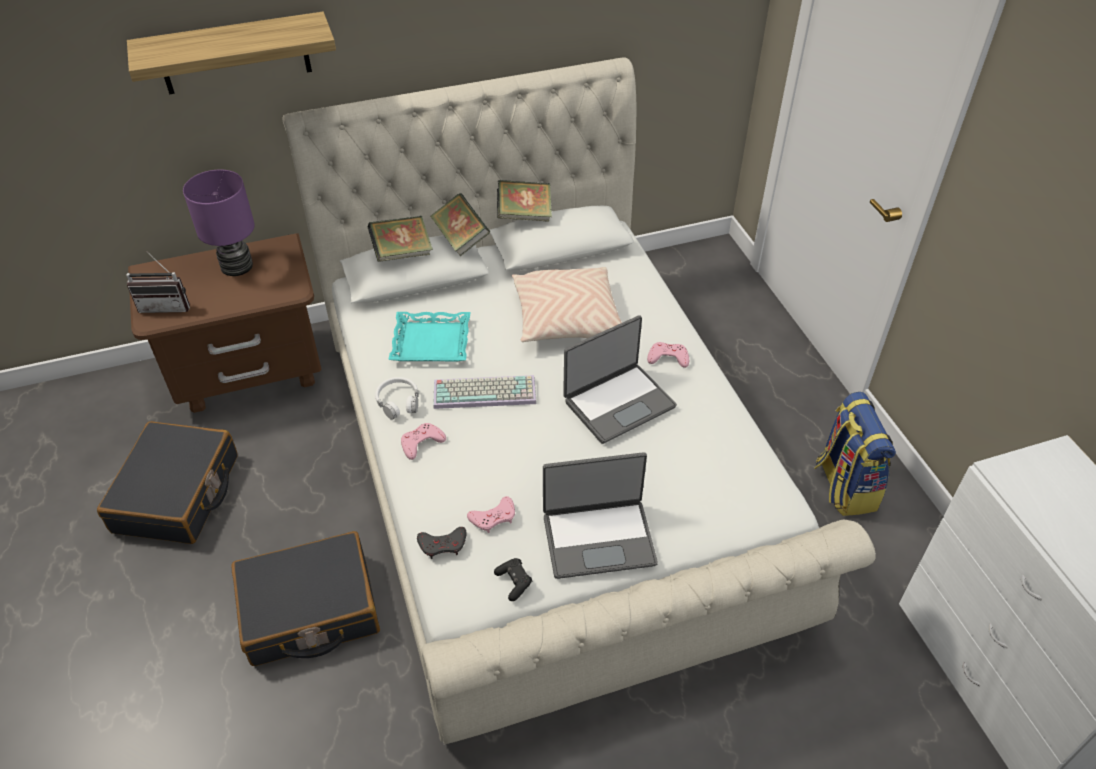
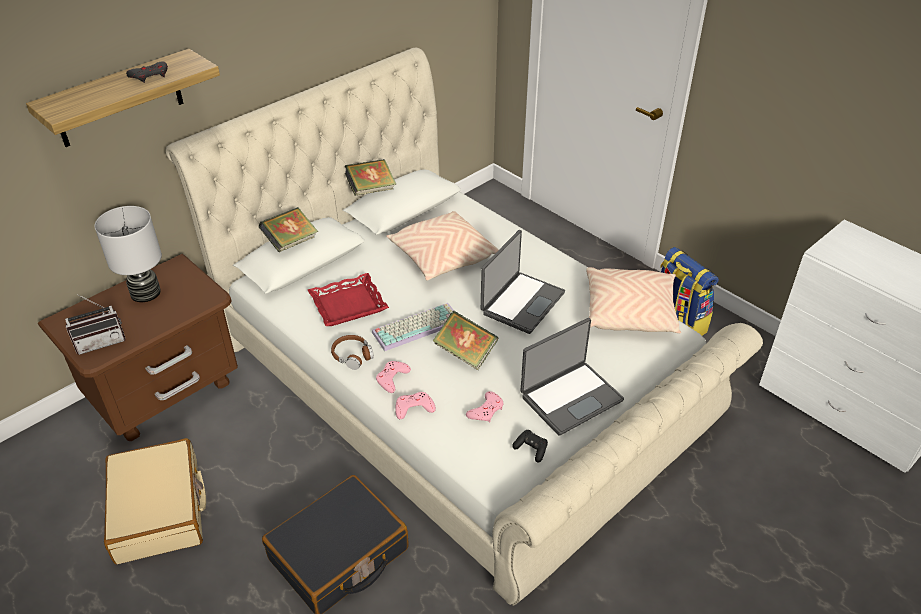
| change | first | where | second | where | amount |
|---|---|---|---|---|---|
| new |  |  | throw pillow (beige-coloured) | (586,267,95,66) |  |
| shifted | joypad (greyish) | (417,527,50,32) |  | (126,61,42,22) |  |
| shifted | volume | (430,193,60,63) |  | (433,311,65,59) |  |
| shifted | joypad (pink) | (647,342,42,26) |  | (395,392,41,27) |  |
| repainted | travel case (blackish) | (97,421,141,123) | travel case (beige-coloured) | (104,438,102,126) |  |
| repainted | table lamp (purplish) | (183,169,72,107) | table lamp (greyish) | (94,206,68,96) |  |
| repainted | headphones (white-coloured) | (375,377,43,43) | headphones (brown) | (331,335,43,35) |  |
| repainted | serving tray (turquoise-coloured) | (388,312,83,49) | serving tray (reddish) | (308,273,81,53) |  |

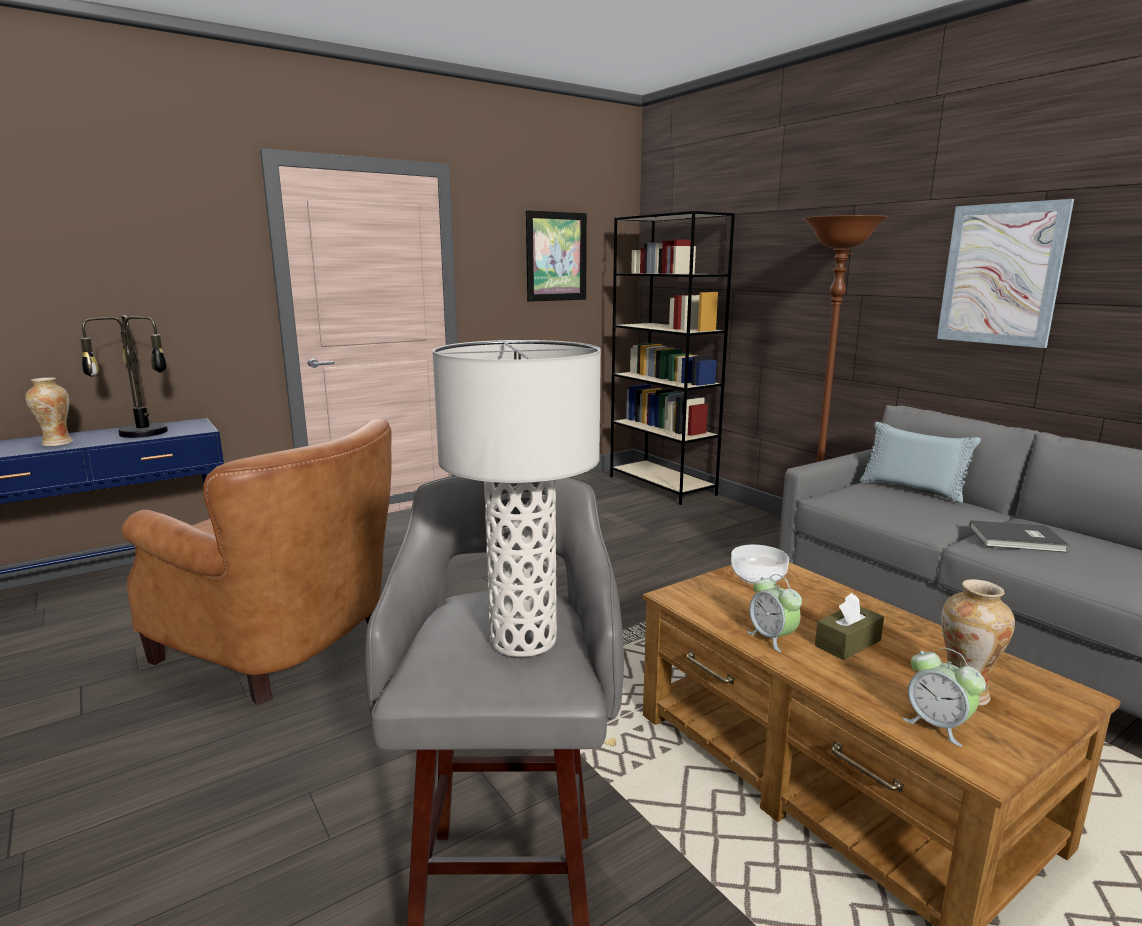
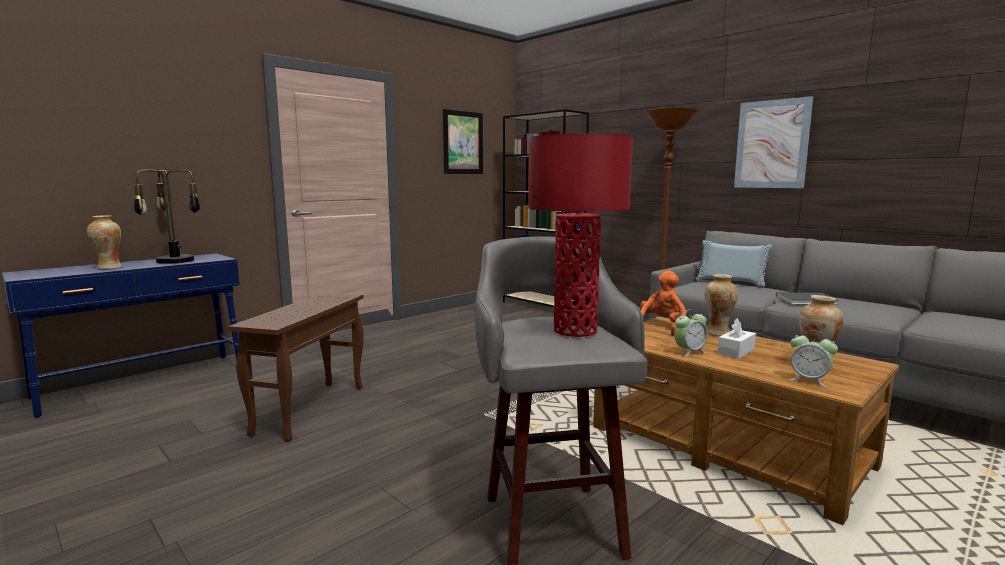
| change | first | where | second | where | amount |
|---|---|---|---|---|---|
| new |  |  | vase | (705,274,33,62) |  |
| swapped | easy chair (brown) | (122,419,270,286) | end table (brown) | (228,292,136,150) |  |
| swapped | bowl | (731,545,58,40) | cuddly toy (orange-coloured) | (640,270,46,66) |  |
| repainted | table lamp (white-coloured) | (432,340,169,317) | table lamp (reddish) | (529,134,104,203) |  |
| repainted | box of tissues (brown) | (815,593,69,67) | box of tissues (white-coloured) | (717,318,39,41) |  |
| rotated | table clock | (747,574,55,78) |  | (674,309,34,48) | 75 degrees counterclockwise |

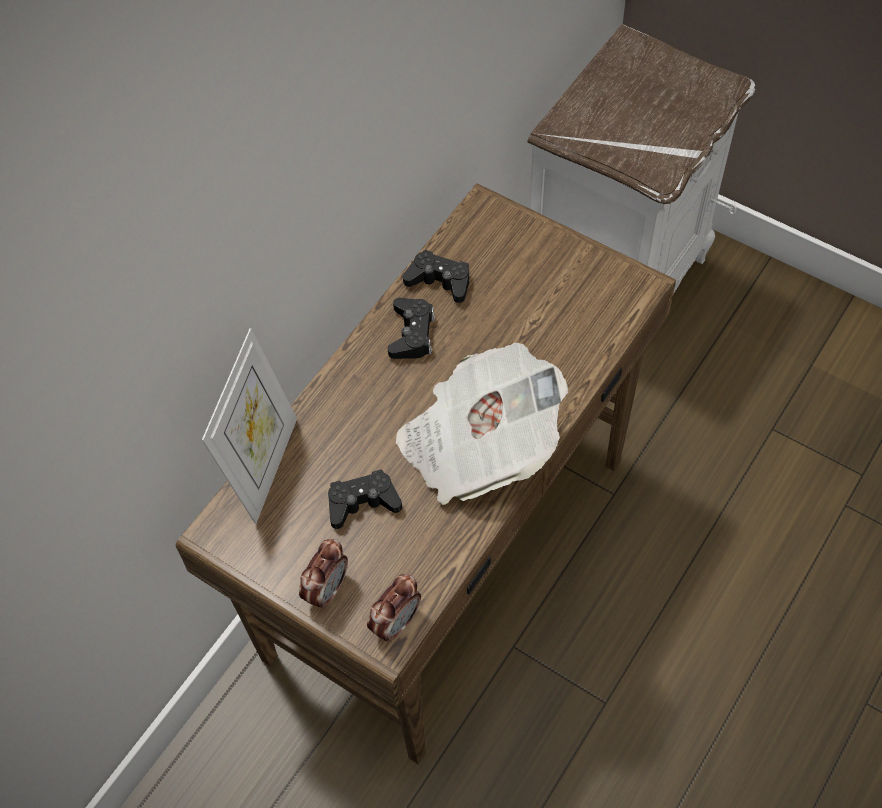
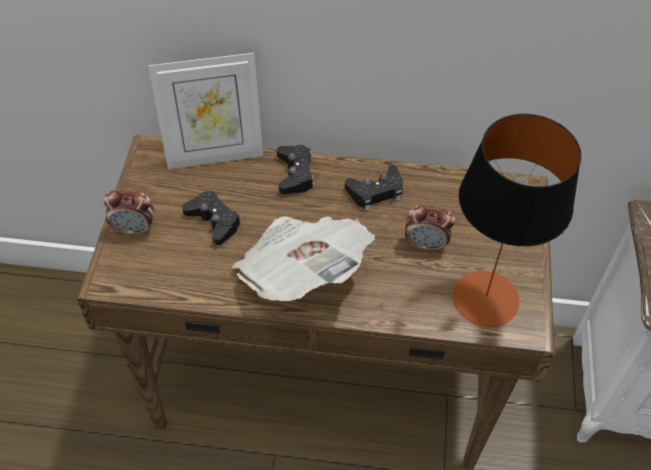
| change | first | where | second | where | amount |
|---|---|---|---|---|---|
| new |  |  | table lamp | (453,114,128,213) |  |
| shifted | table clock | (367,574,54,68) |  | (405,204,50,48) |  |
| shifted | joypad (blackish) | (403,250,66,53) |  | (277,145,37,49) |  |

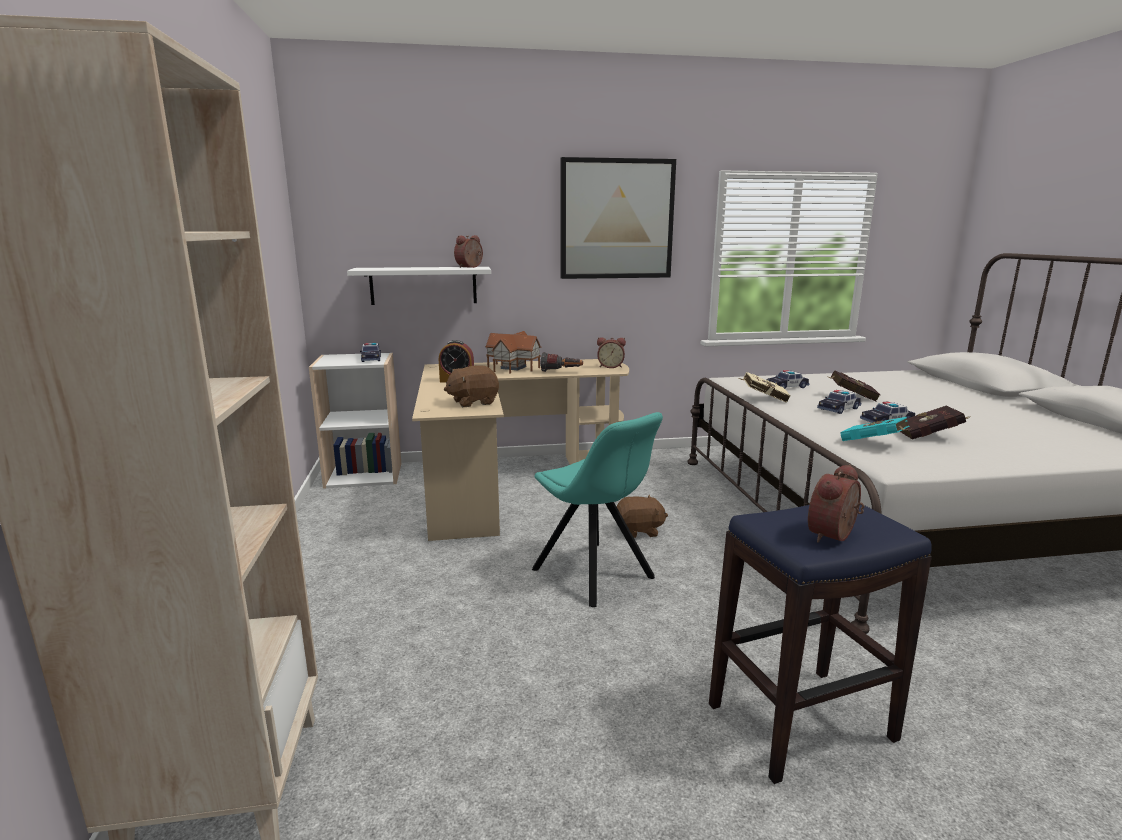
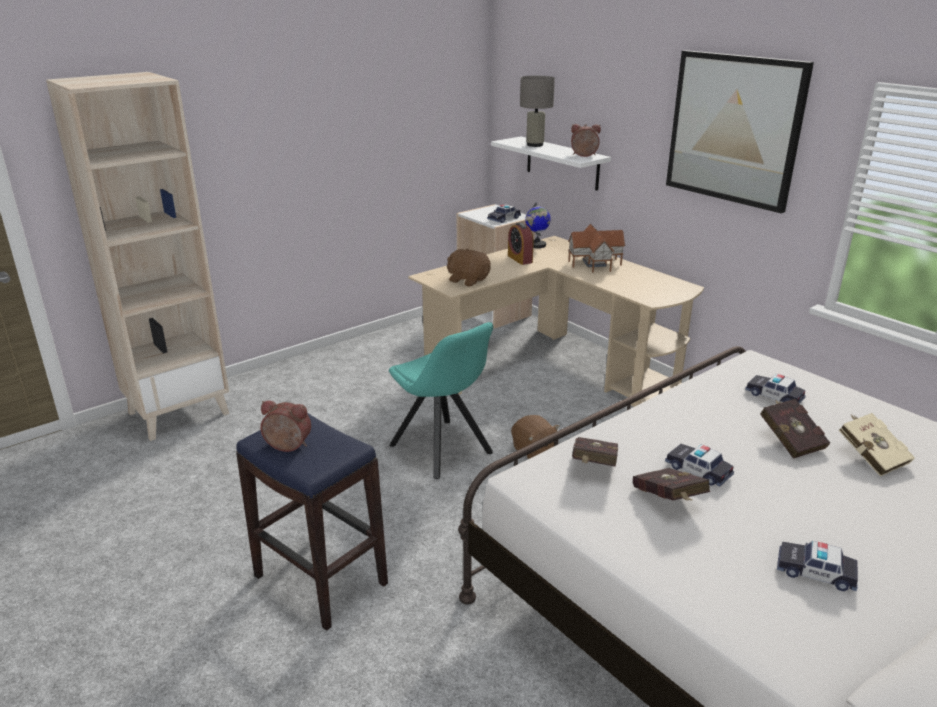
| change | first | where | second | where | amount |
|---|---|---|---|---|---|
| gone | hand torch | (540,352,43,20) |  |  |  |
| gone | table clock | (597,337,29,31) |  |  |  |
| new |  |  | table lamp (greyish) | (520,76,35,71) |  |
| new |  |  | desk globe | (525,202,26,46) |  |
| shifted | volume (beige-coloured) | (741,372,50,31) |  | (839,413,76,63) |  |
| shifted | model car | (817,390,44,24) |  | (777,541,81,50) |  |
| repainted | volume (turquoise-coloured) | (840,417,69,24) | volume (reddish) | (572,437,46,30) |  |
| rotated | chair (turquoise-coloured) | (532,412,131,195) |  | (389,322,104,157) | 60 degrees counterclockwise |

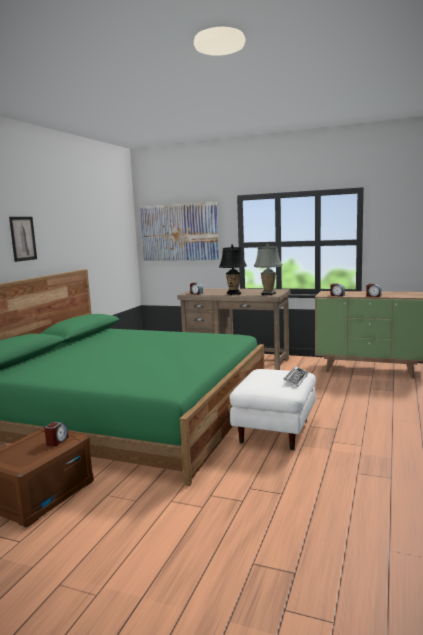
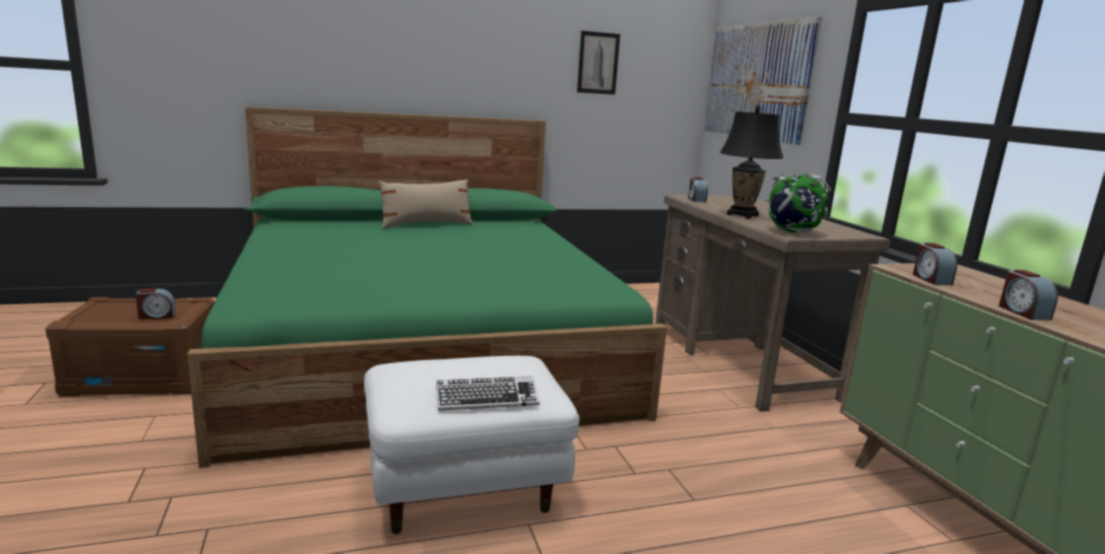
| change | first | where | second | where | amount |
|---|---|---|---|---|---|
| new |  |  | throw pillow (beige-coloured) | (379,179,94,50) |  |
| shifted | wall art | (9,217,28,45) |  | (577,31,43,64) |  |
| swapped | table lamp (greyish) | (254,243,29,52) | desk globe | (765,173,66,61) |  |

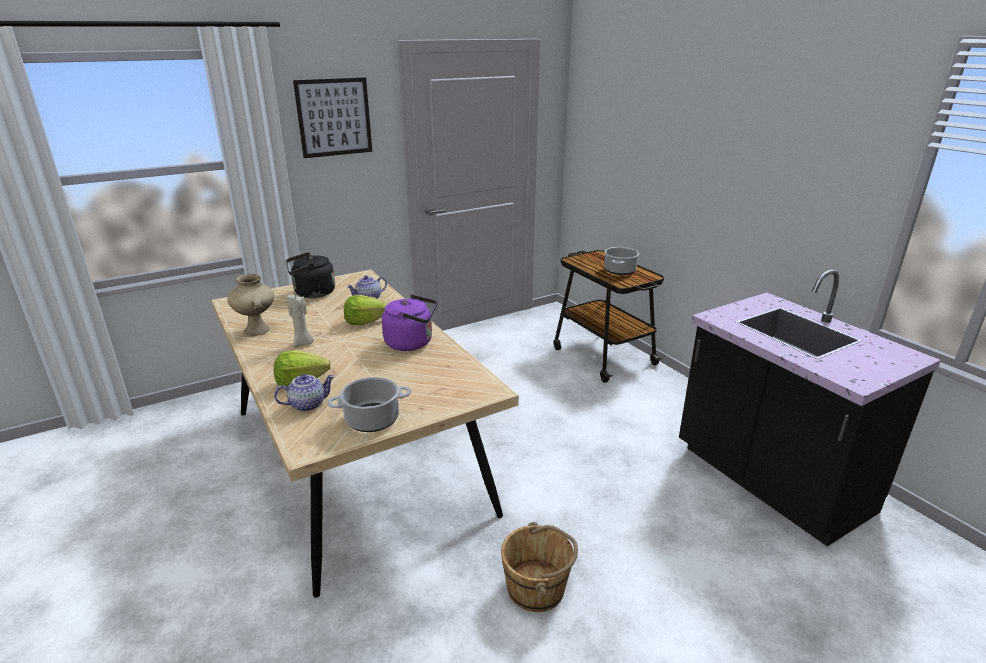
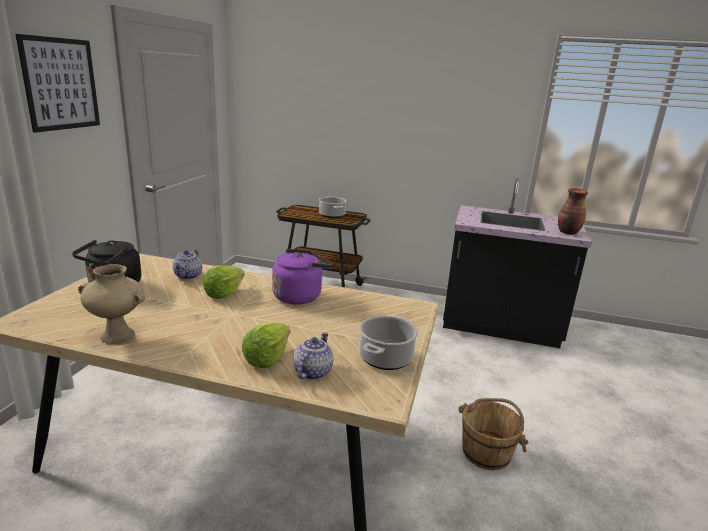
| change | first | where | second | where | amount |
|---|---|---|---|---|---|
| gone | candle (beige-coloured) | (287,294,27,54) |  |  |  |
| new |  |  | vase | (558,188,30,47) |  |

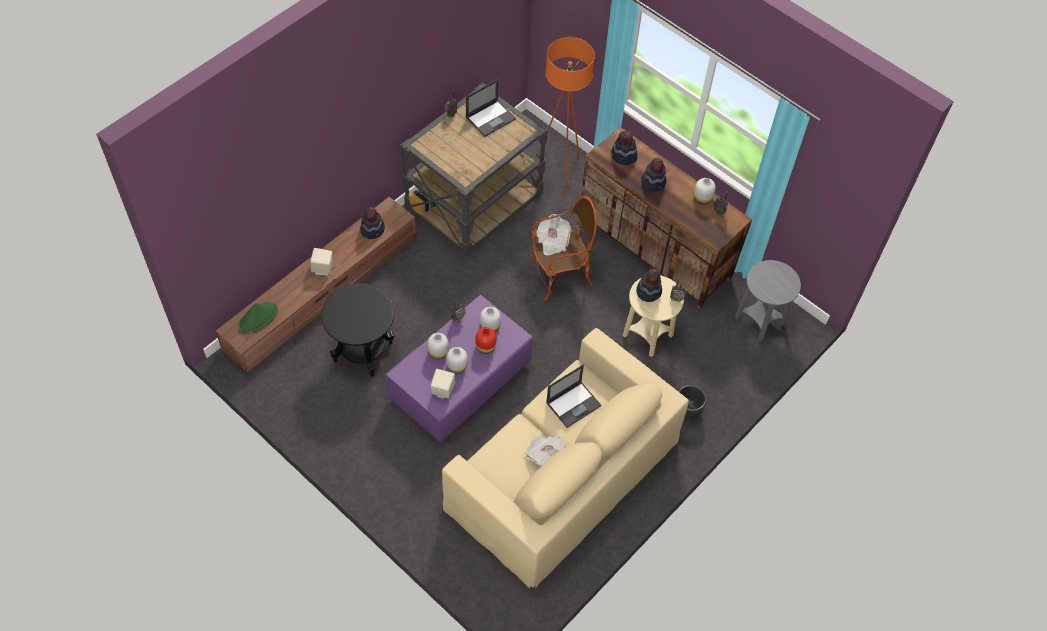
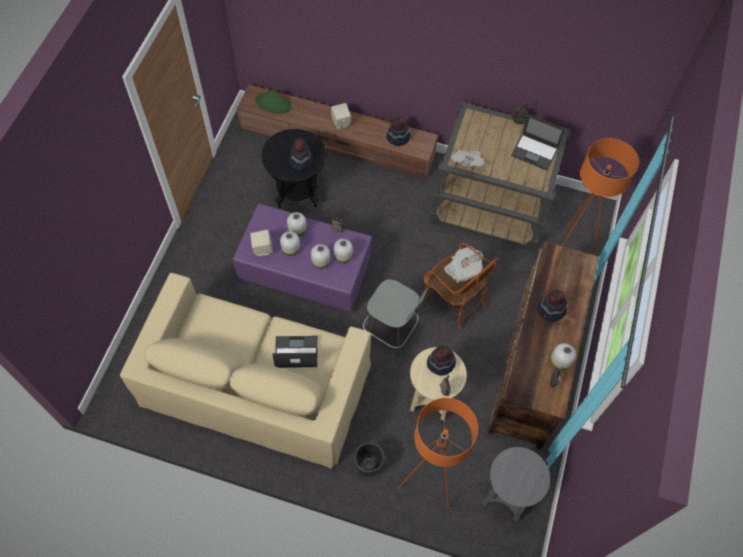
| change | first | where | second | where | amount |
|---|---|---|---|---|---|
| new |  |  | sitting stool (greyish) | (363,279,67,76) |  |
| new |  |  | standing lamp (orange-coloured) | (398,398,80,111) |  |
| shifted | printed paper | (525,436,41,29) |  | (451,150,34,17) |  |
| shifted | clothing hat | (611,131,27,34) |  | (289,138,24,34) |  |
| repainted | vase (reddish) | (476,327,20,27) | vase (white-coloured) | (311,244,19,25) |  |
| rotated | laptop | (546,365,55,63) |  | (272,336,46,32) | 150 degrees clockwise |

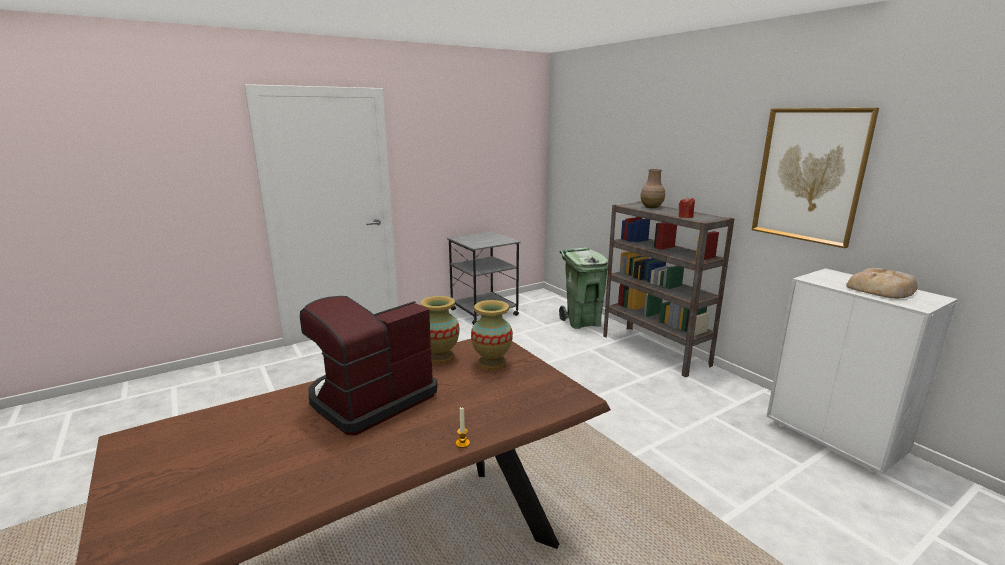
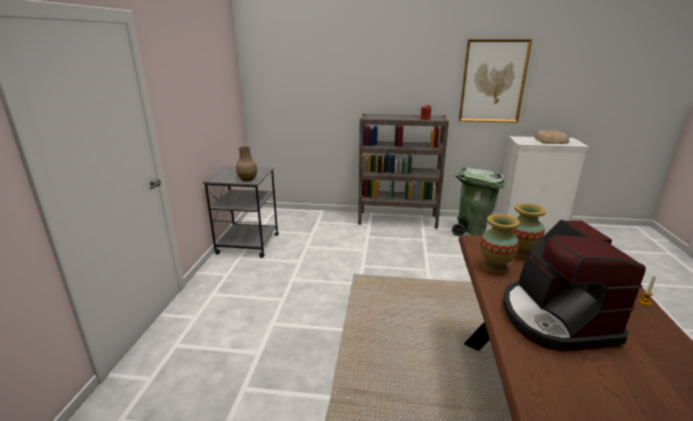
| change | first | where | second | where | amount |
|---|---|---|---|---|---|
| shifted | trash can (green-coloured) | (559,247,49,82) |  | (452,167,52,69) |  |
| shifted | vase (brown) | (640,169,25,39) |  | (236,146,21,35) |  |

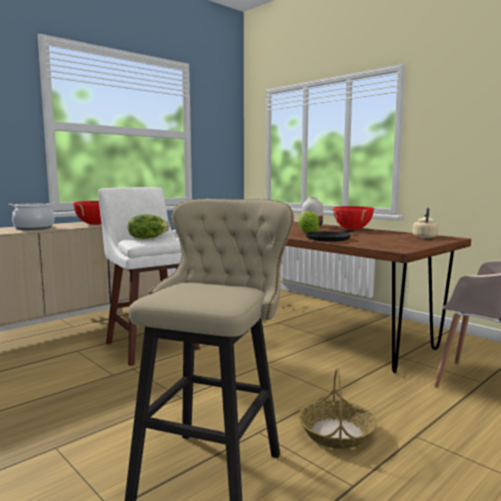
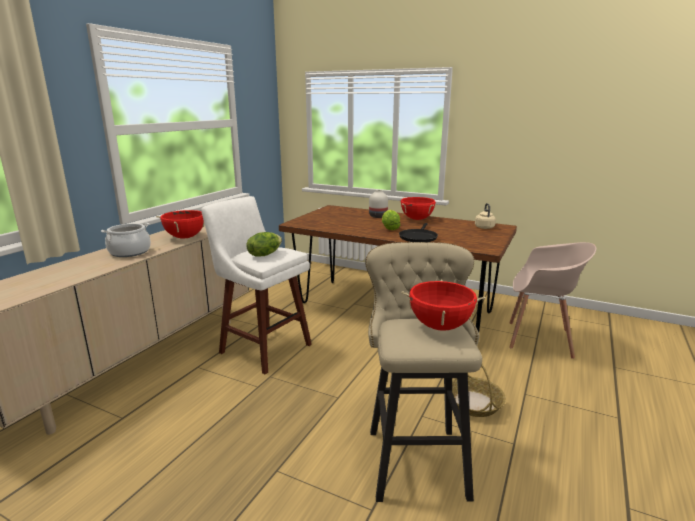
| change | first | where | second | where | amount |
|---|---|---|---|---|---|
| new |  |  | saucepot (reddish) | (401,279,84,52) |  |

